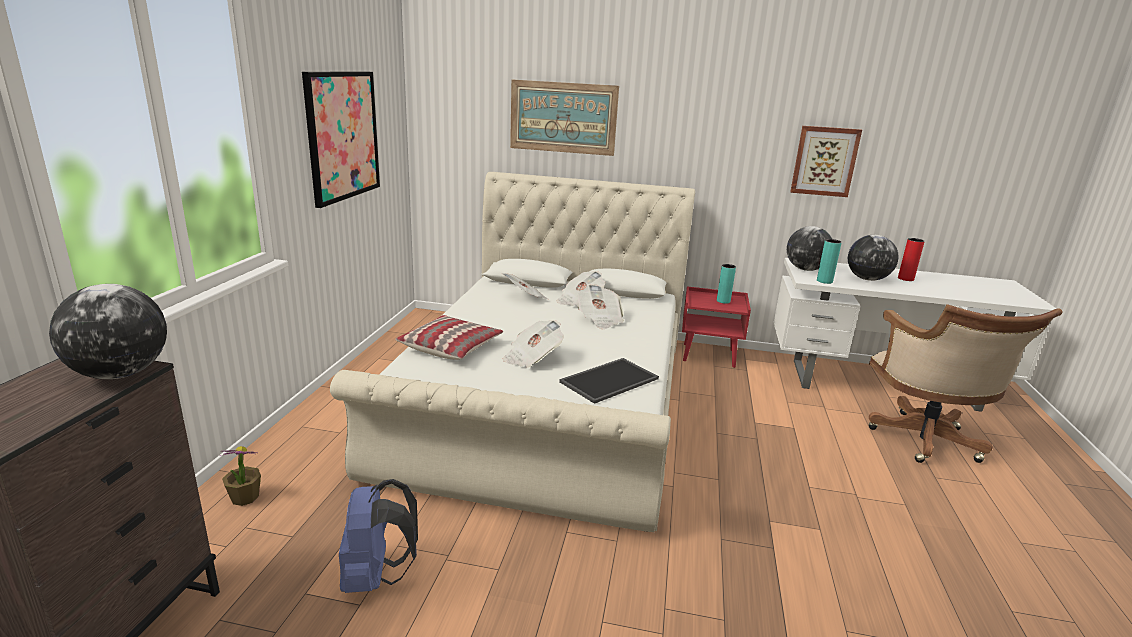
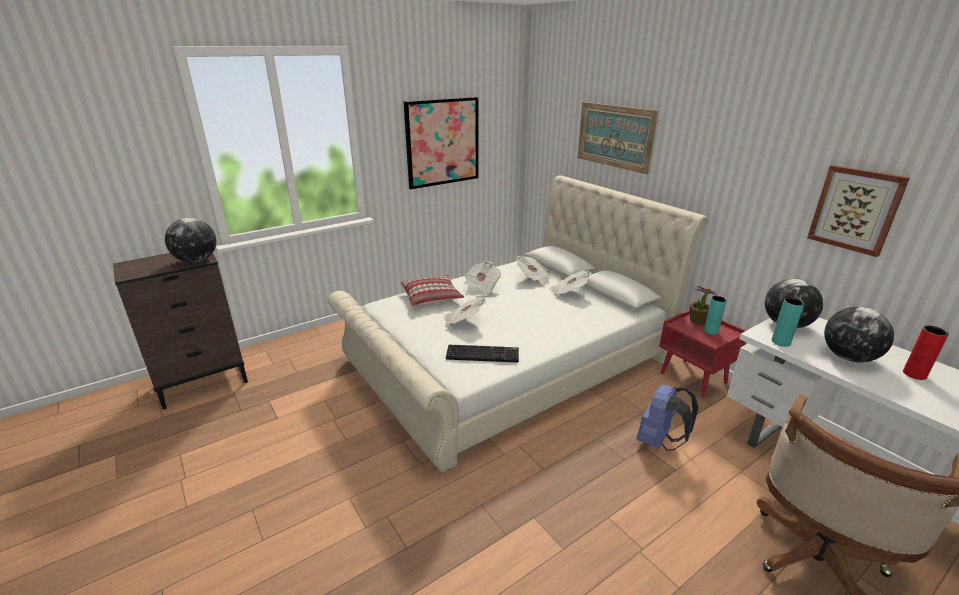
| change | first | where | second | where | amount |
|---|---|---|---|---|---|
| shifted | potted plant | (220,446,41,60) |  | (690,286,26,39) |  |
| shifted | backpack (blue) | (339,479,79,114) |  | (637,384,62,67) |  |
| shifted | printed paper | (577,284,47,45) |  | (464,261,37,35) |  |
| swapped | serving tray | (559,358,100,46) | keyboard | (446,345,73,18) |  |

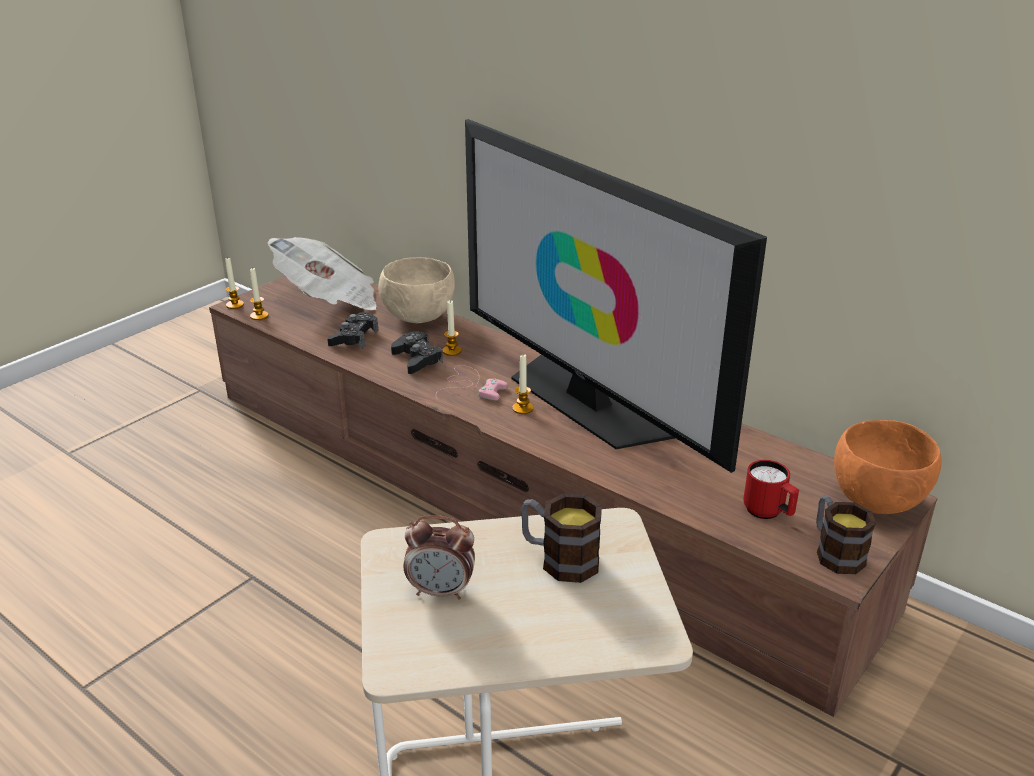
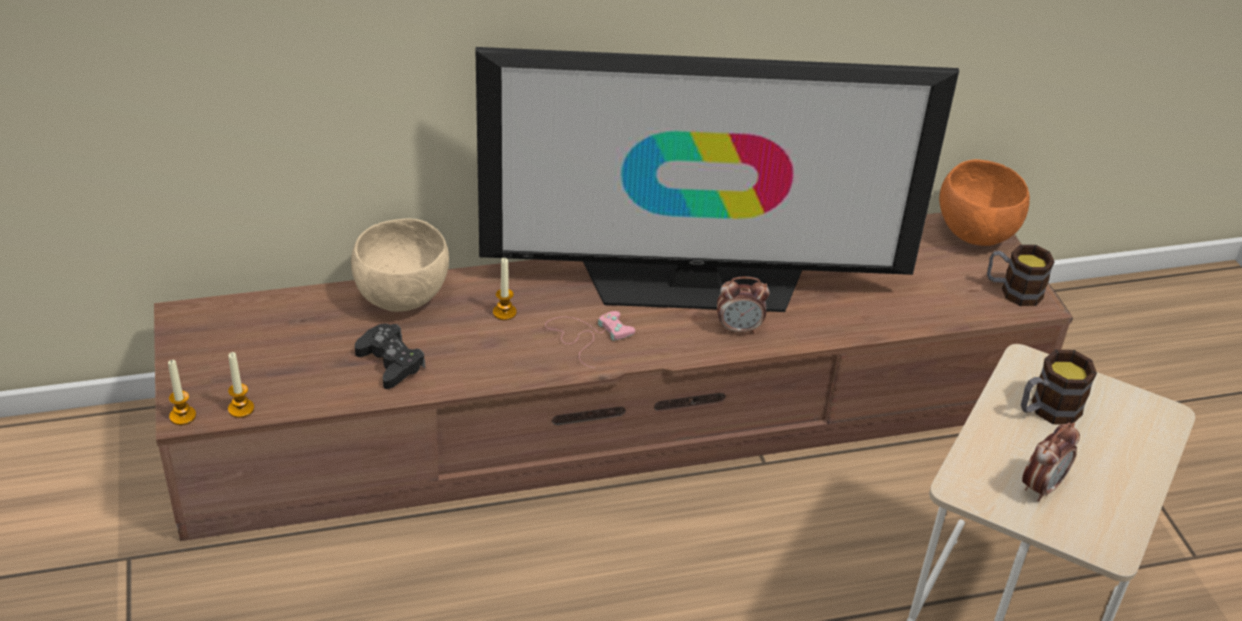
| change | first | where | second | where | amount |
|---|---|---|---|---|---|
| gone | printed paper | (268,237,108,73) |  |  |  |
| gone | joypad (blackish) | (391,331,52,43) |  |  |  |
| gone | candle | (512,355,22,59) |  |  |  |
| gone | mug (reddish) | (743,460,56,59) |  |  |  |
| new |  |  | table clock | (717,277,52,57) |  |

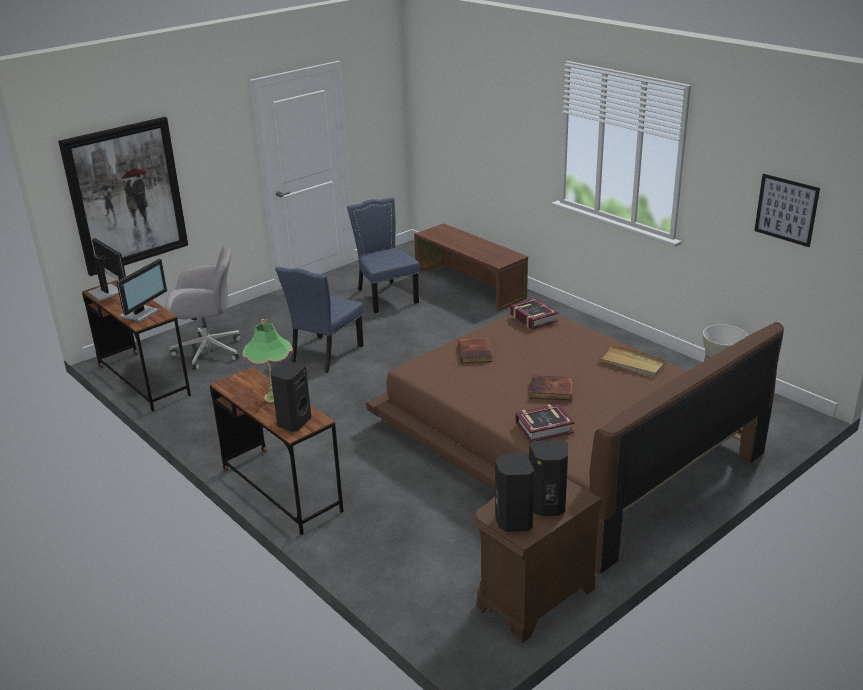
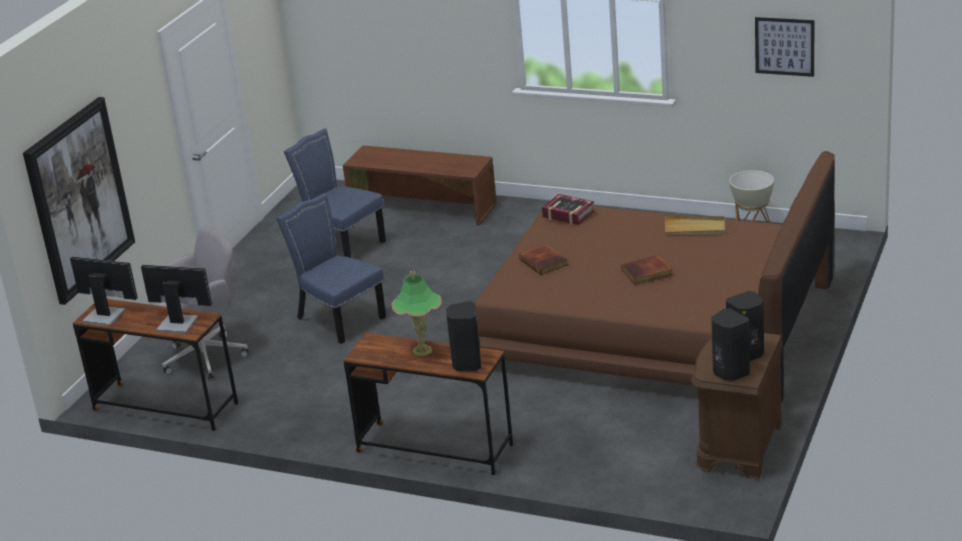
| change | first | where | second | where | amount |
|---|---|---|---|---|---|
| gone | volume | (516,404,59,39) |  |  |  |
| rotated | computer display | (117,259,50,63) |  | (141,265,71,69) | 75 degrees counterclockwise |
| rotated | chair (blue) | (275,266,89,107) |  | (276,193,110,151) | 135 degrees clockwise |

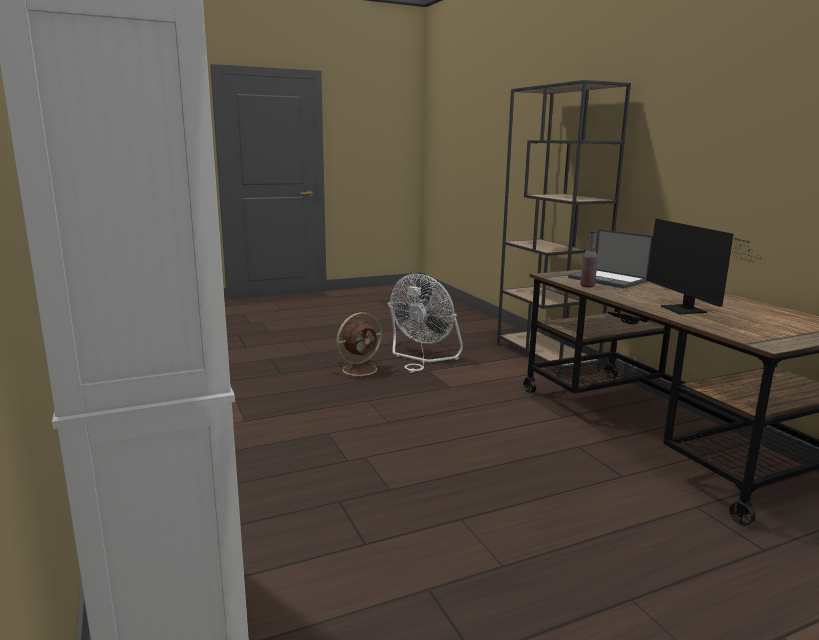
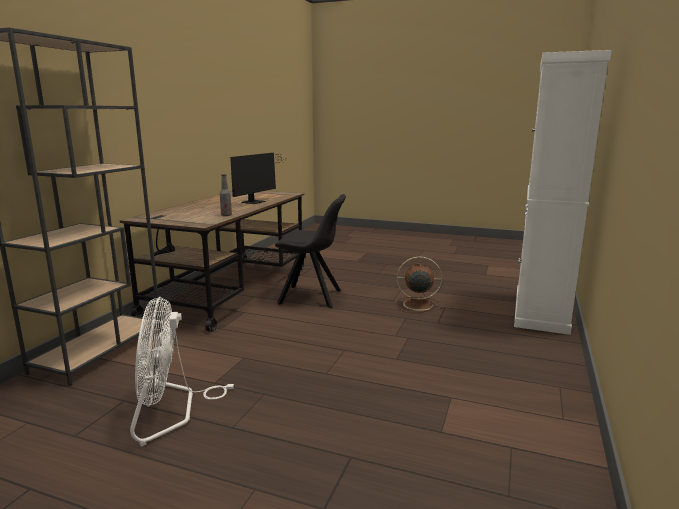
| change | first | where | second | where | amount |
|---|---|---|---|---|---|
| gone | laptop | (568,229,85,60) |  |  |  |
| new |  |  | chair (blackish) | (275,194,71,114) |  |
| shifted | fan (brown) | (331,312,56,67) |  | (395,256,47,57) |  |

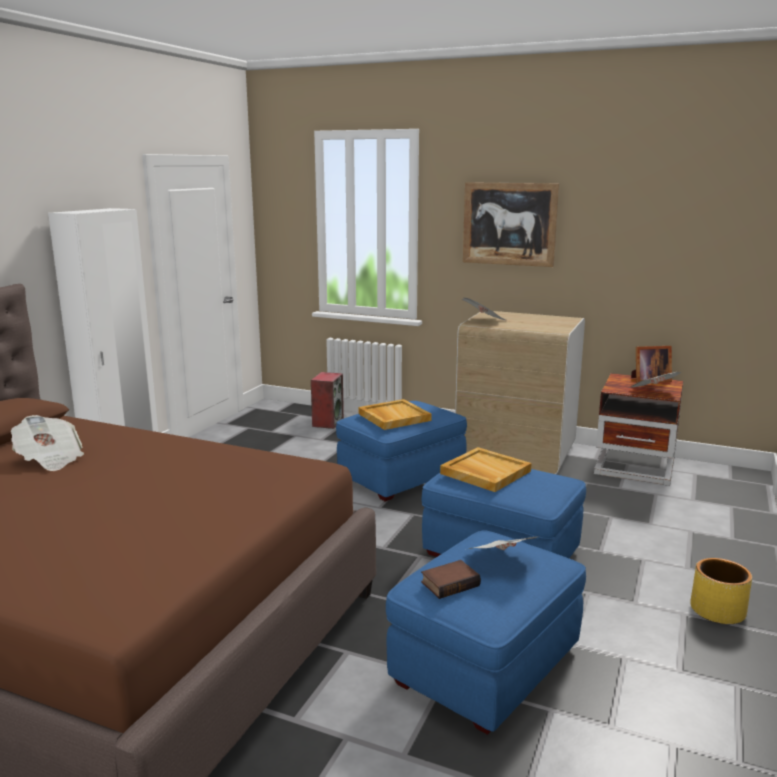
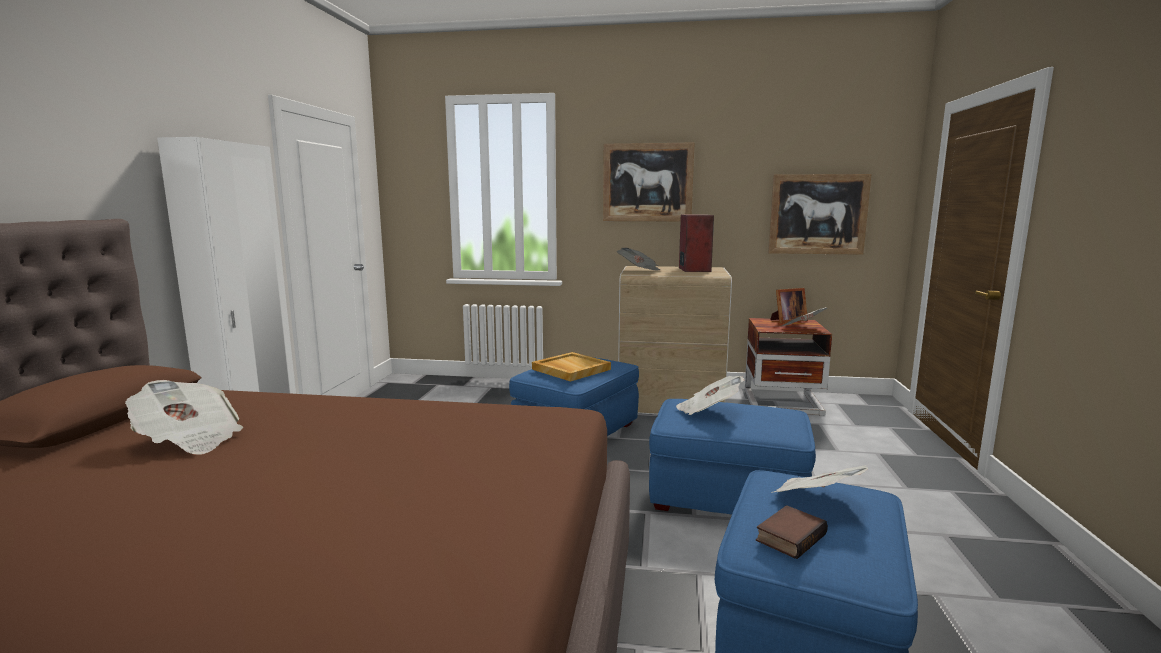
| change | first | where | second | where | amount |
|---|---|---|---|---|---|
| gone | plant pot (yellow) | (691,558,61,66) |  |  |  |
| new |  |  | wall art | (768,174,104,81) |  |
| shifted | speaker | (311,372,33,57) |  | (679,215,35,57) |  |
| swapped | serving tray (beige-coloured) | (440,447,92,45) | printed paper | (676,376,68,39) |  |

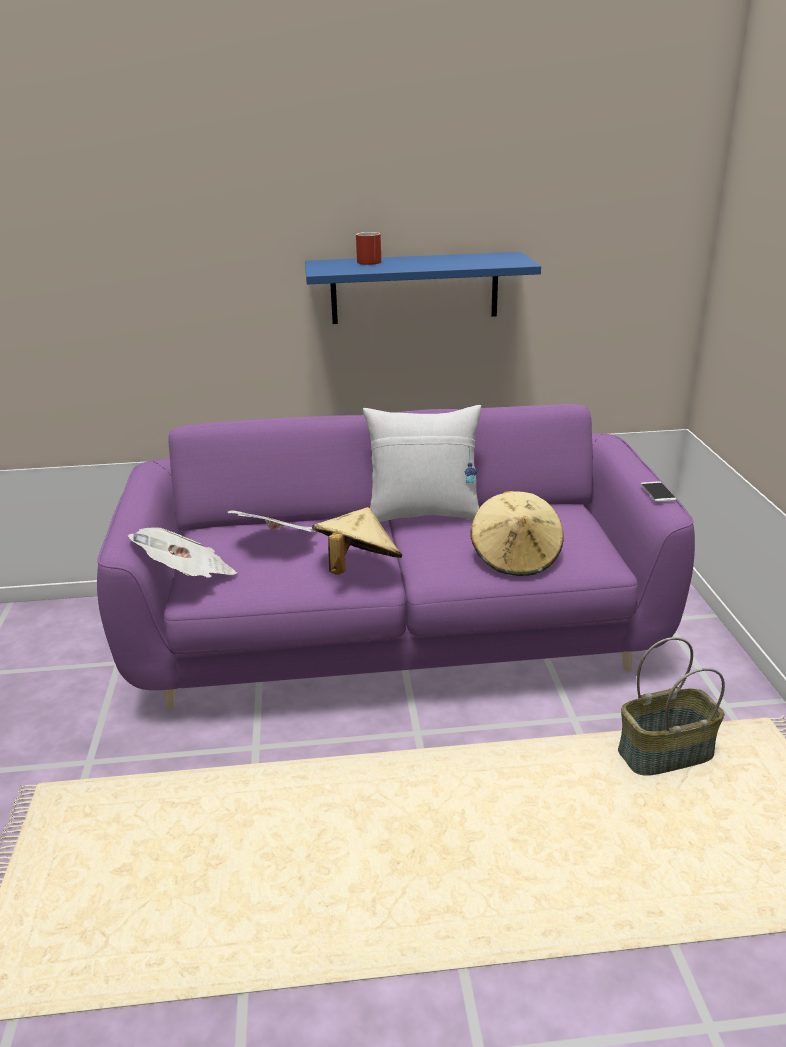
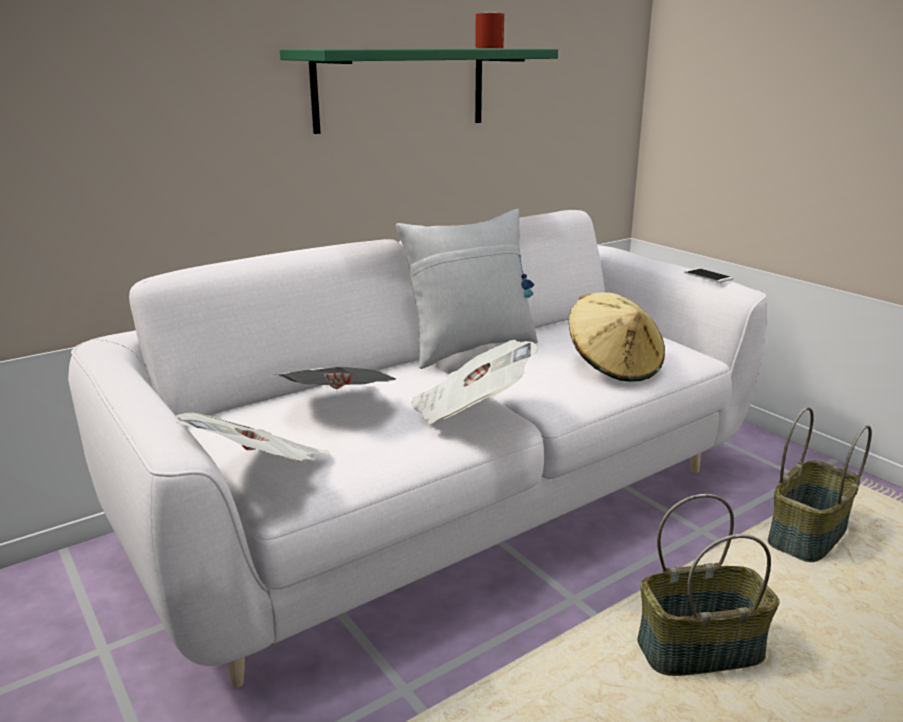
| change | first | where | second | where | amount |
|---|---|---|---|---|---|
| new |  |  | household basket | (637,494,143,182) |  |
| shifted | mug (reddish) | (356,232,25,33) |  | (475,13,29,35) |  |
| swapped | clothing hat (beige-coloured) | (312,507,90,68) | printed paper | (411,340,127,85) |  |
| repainted | couch (purplish) | (97,404,598,307) | couch (white-coloured) | (68,210,699,478) |  |
| repainted | shelf (blue) | (305,252,236,72) | shelf (green-coloured) | (280,49,278,85) |  |

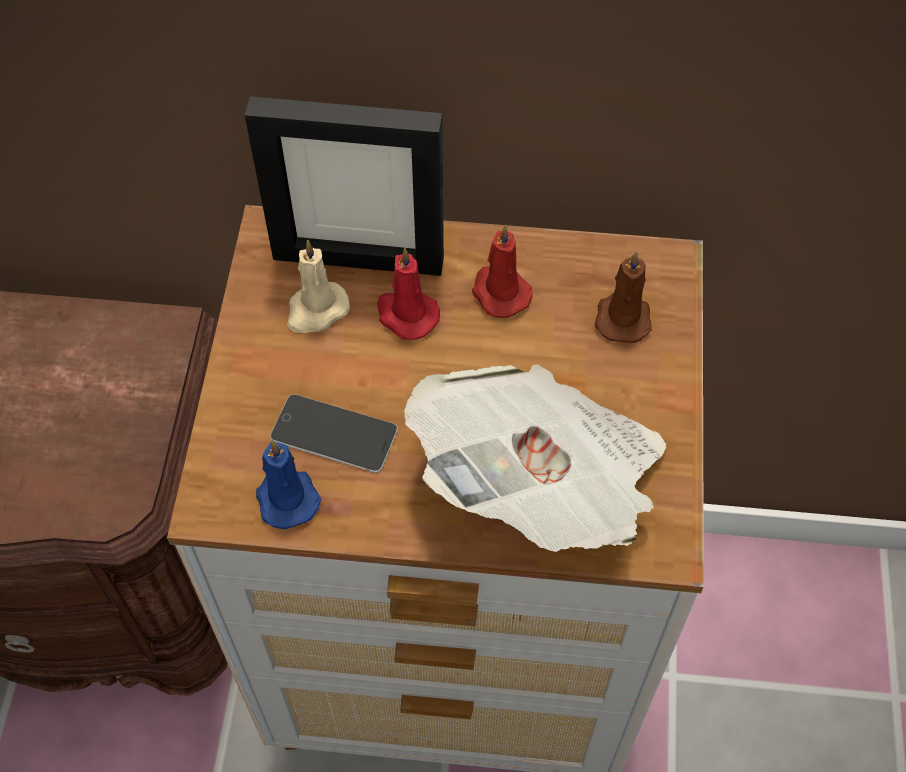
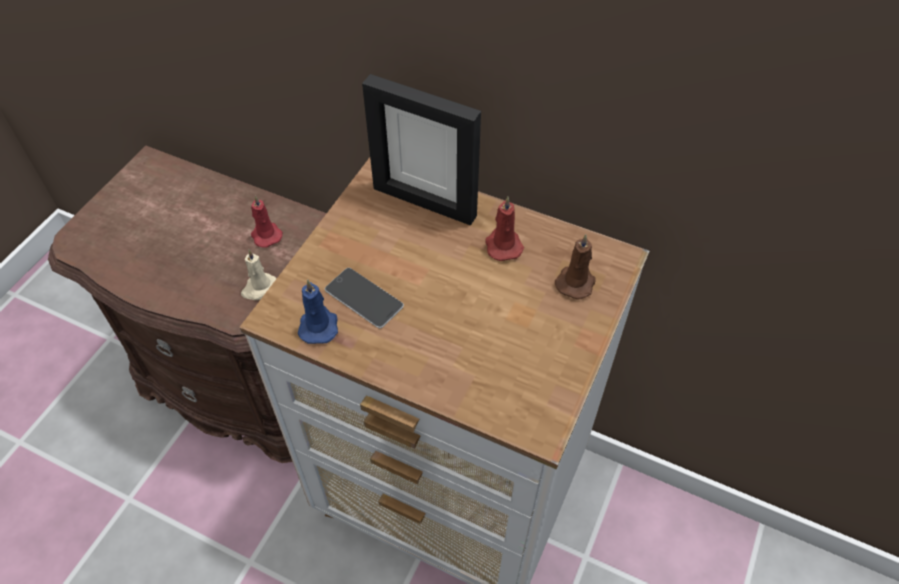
| change | first | where | second | where | amount |
|---|---|---|---|---|---|
| gone | printed paper | (404,365,263,187) |  |  |  |
| shifted | candle (beige-coloured) | (287,240,63,93) |  | (241,250,35,50) |  |
| shifted | candle (reddish) | (377,247,63,93) |  | (251,196,32,52) |  |

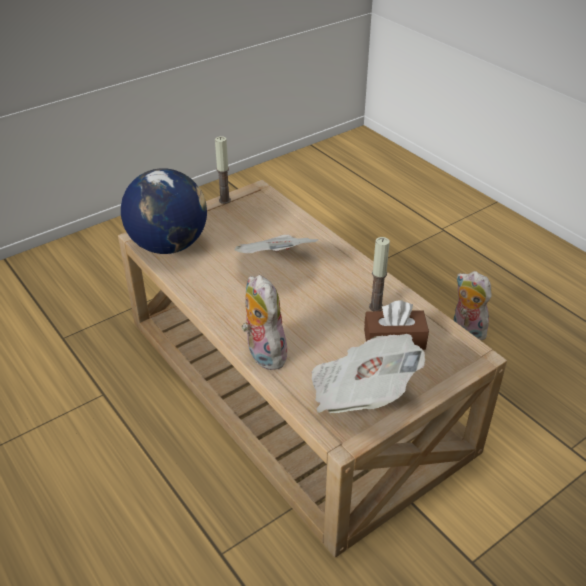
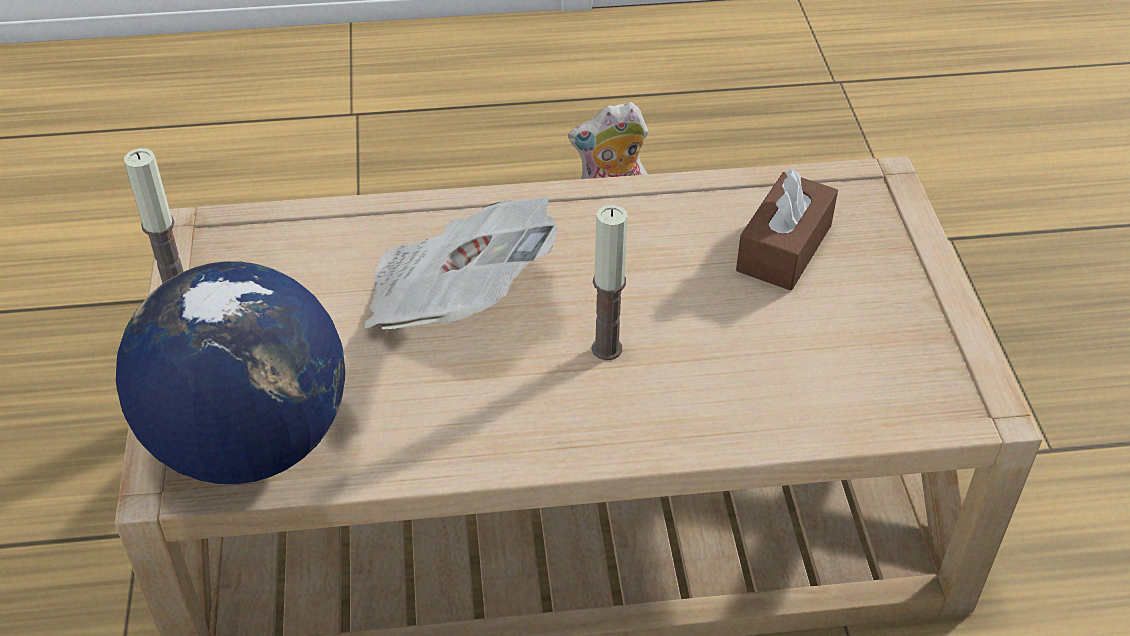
| change | first | where | second | where | amount |
|---|---|---|---|---|---|
| gone | cuddly toy | (242,275,48,95) |  |  |  |
| gone | printed paper | (311,334,114,79) |  |  |  |
| shifted | candle | (369,237,21,74) |  | (592,205,35,155) |  |

